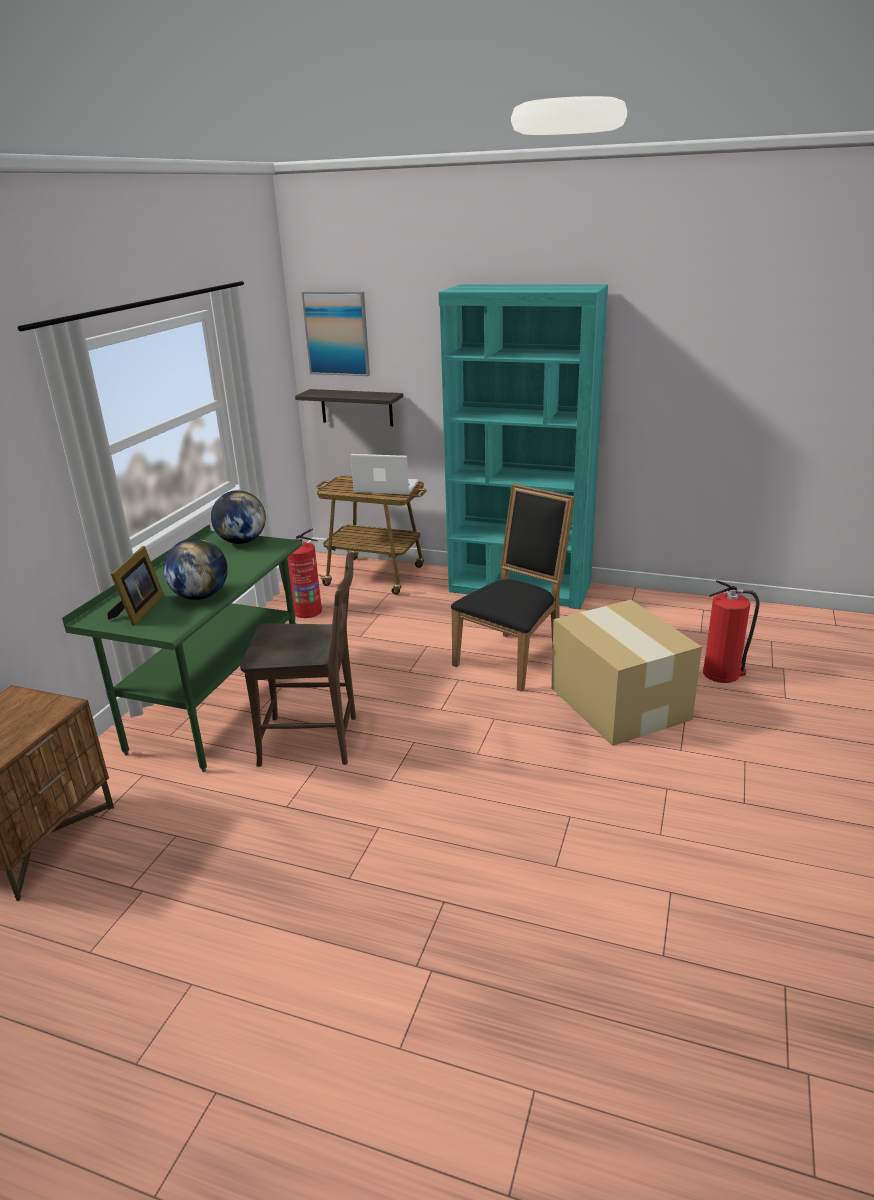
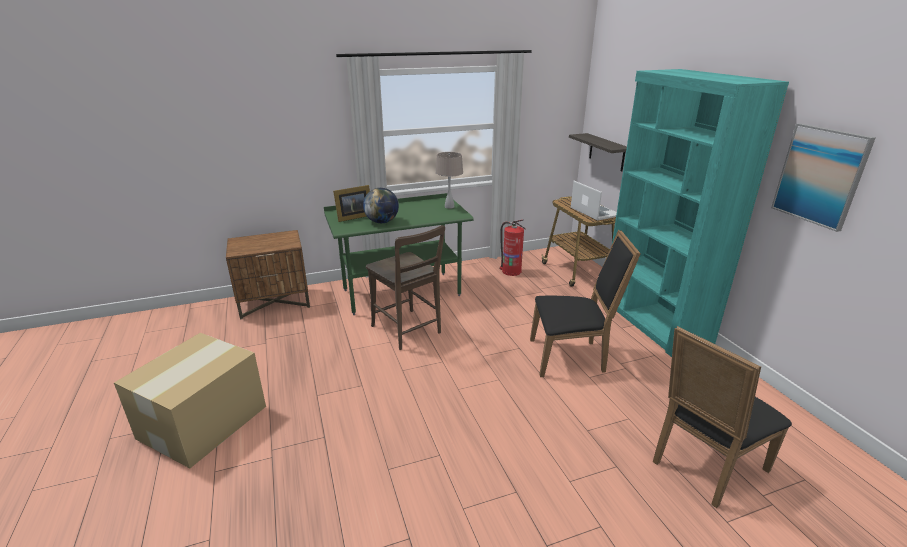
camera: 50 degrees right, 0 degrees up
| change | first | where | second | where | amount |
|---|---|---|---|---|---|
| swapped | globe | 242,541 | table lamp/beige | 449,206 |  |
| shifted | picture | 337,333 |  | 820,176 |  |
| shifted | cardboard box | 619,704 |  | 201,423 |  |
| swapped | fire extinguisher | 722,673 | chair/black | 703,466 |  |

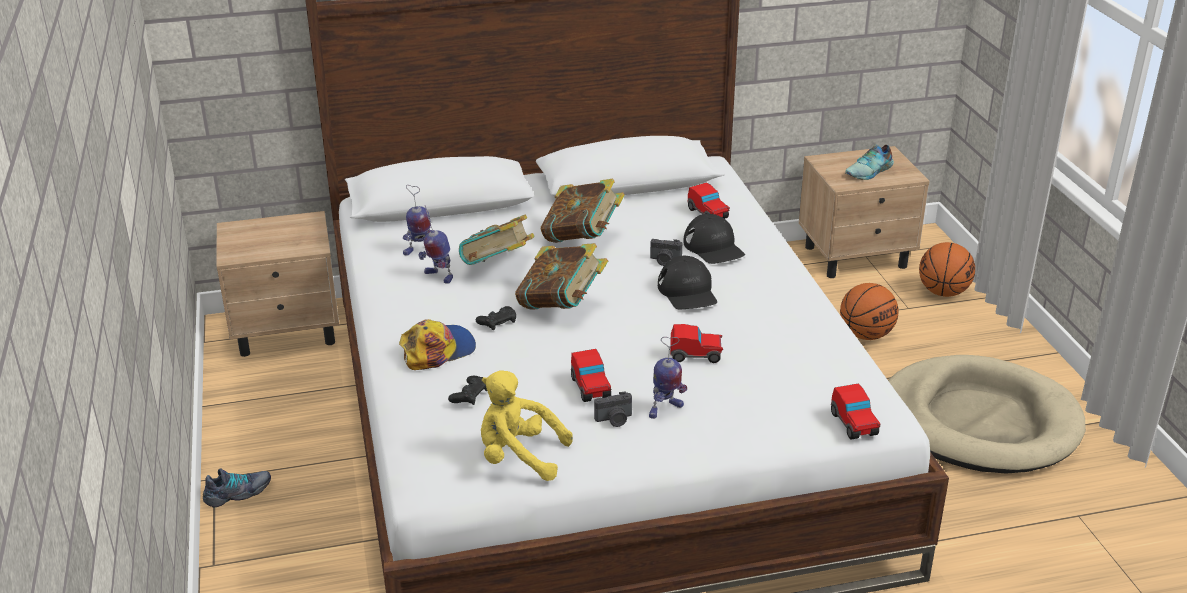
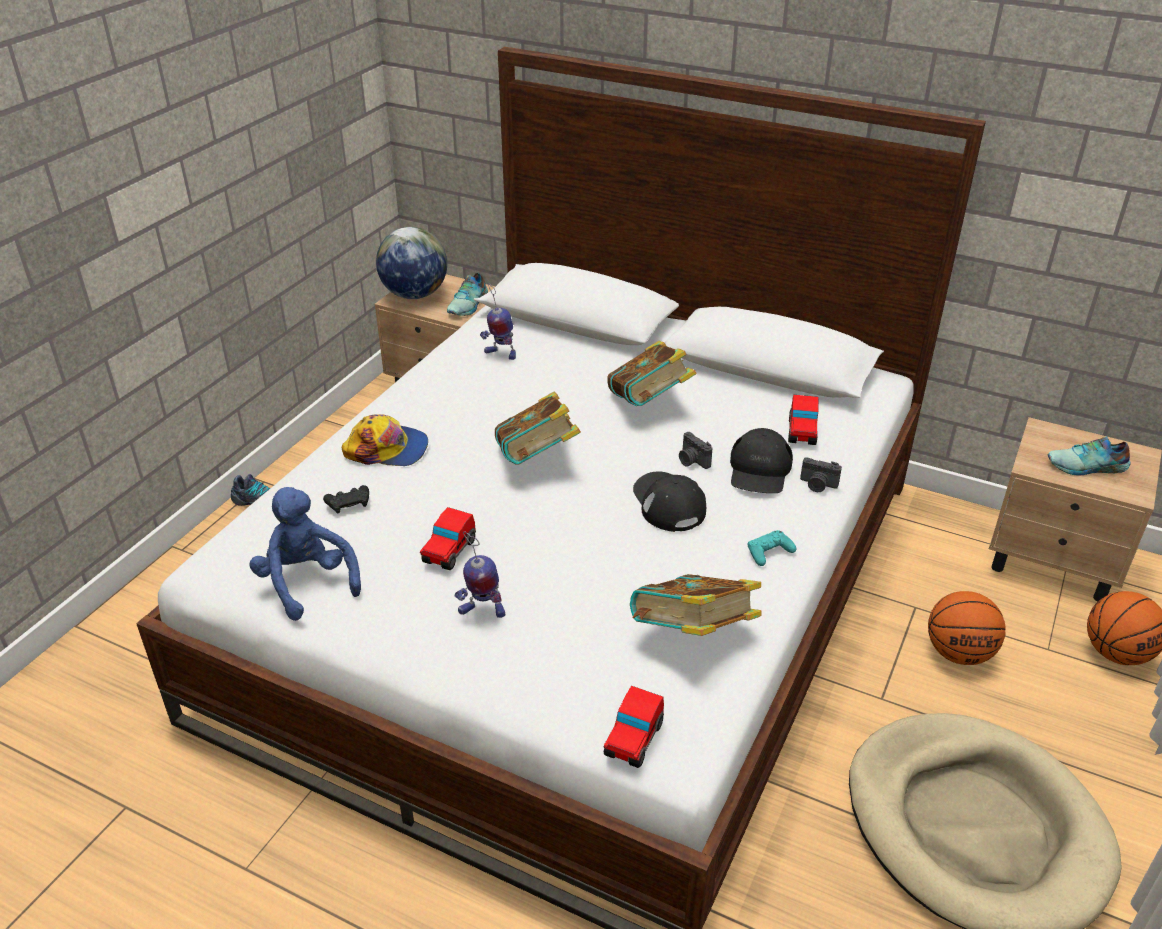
camera: 40 degrees right, 5 degrees up
| change | first | where | second | where | amount |
|---|---|---|---|---|---|
| gone | toy robot | 438,276 |  |  |  |
| shifted | book | 498,268 |  | 692,636 |  |
| gone | game controller/black | 497,322 |  |  |  |
| repainted | plush toy/yellow | 518,457 | plush toy/blue | 307,582 |  |
| shifted | photo camera | 614,420 |  | 817,485 |  |
| rotated | cap/black | 687,292 |  | 668,503 | 135 degrees clockwise |
| gone | toy car | 696,355 |  |  |  |
| new |  |  | globe | 414,294 |  |
| new |  |  | shoe | 469,304 |  |
| new |  |  | game controller/turquoise | 769,552 |  |

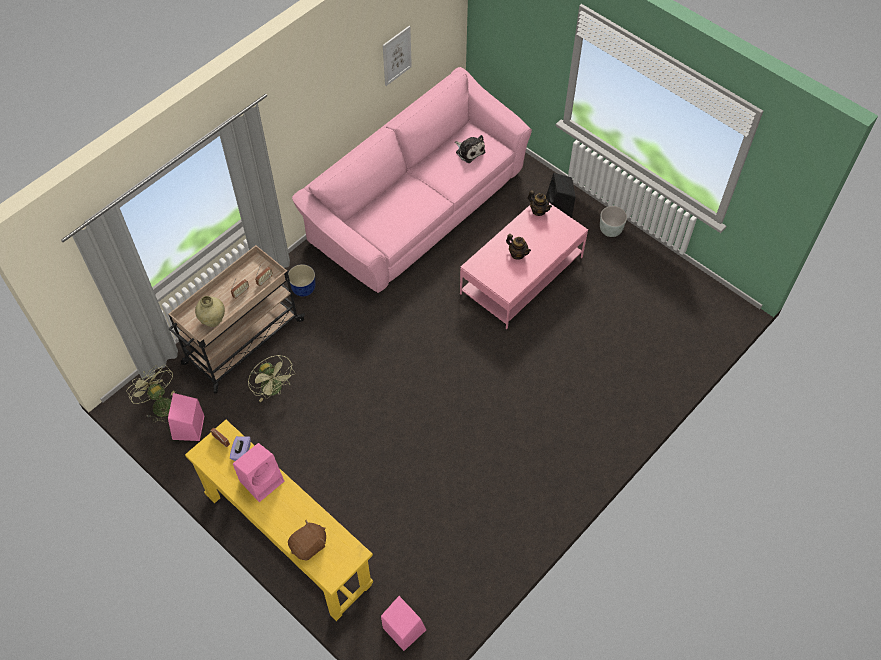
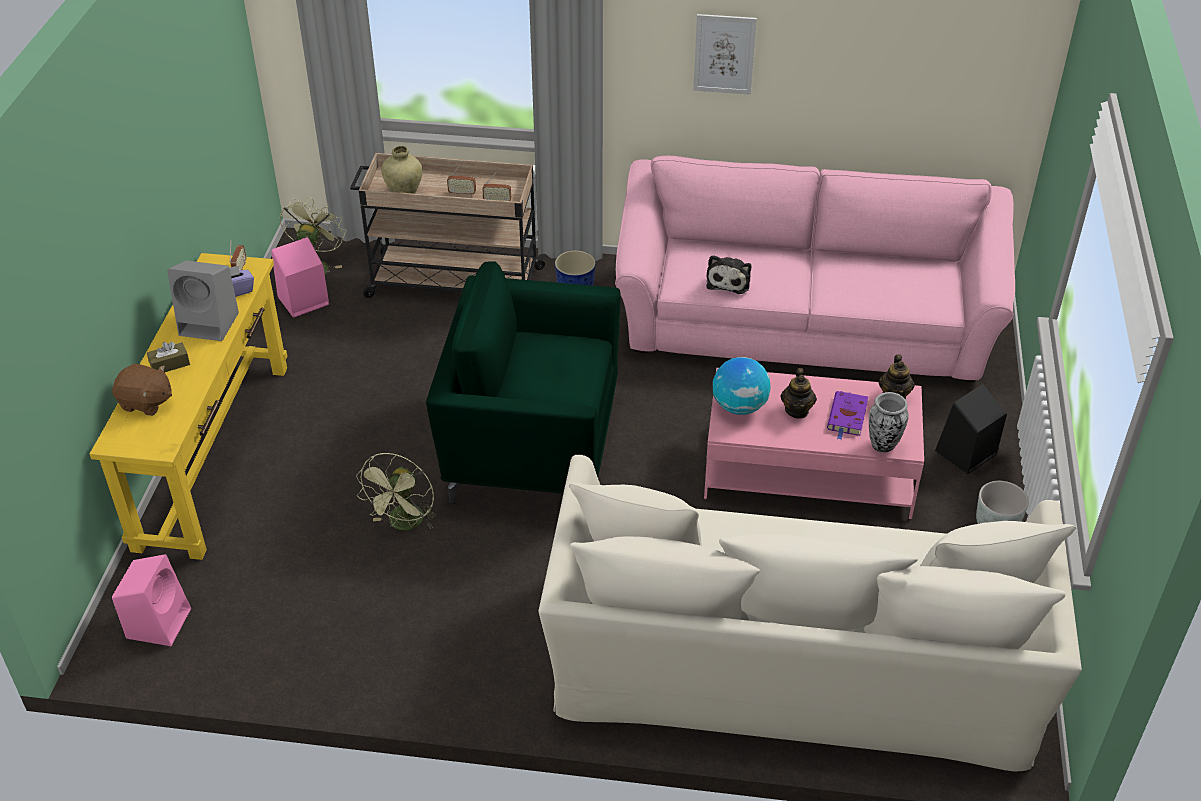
camera: 55 degrees right, 15 degrees down
| change | first | where | second | where | amount |
|---|---|---|---|---|---|
| repainted | speaker/pink | 262,480 | speaker/grey | 210,324 |  |
| shifted | fan/green | 275,389 |  | 404,524 |  |
| shifted | picture | 396,55 |  | 724,54 |  |
| shifted | plush toy | 469,151 |  | 729,281 |  |
| new |  |  | tissue box/brown | 170,364 |  |
| new |  |  | armchair/green | 531,444 |  |
| new |  |  | sofa/beige | 793,655 |  |
| new |  |  | globe | 739,407 |  |
| new |  |  | book/purple | 847,417 |  |
| new |  |  | vase | 883,445 |  |

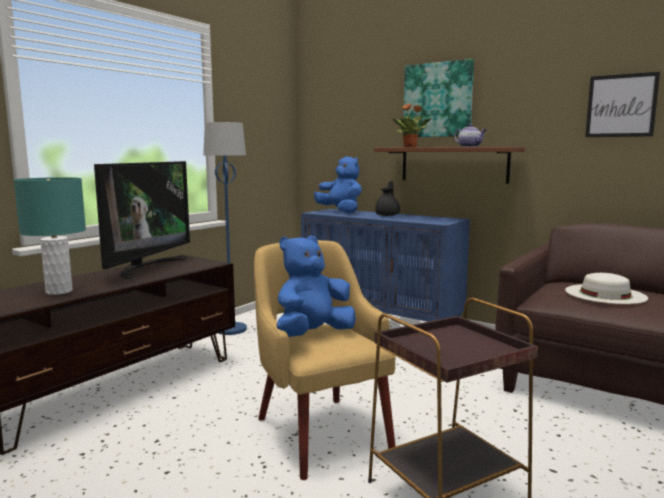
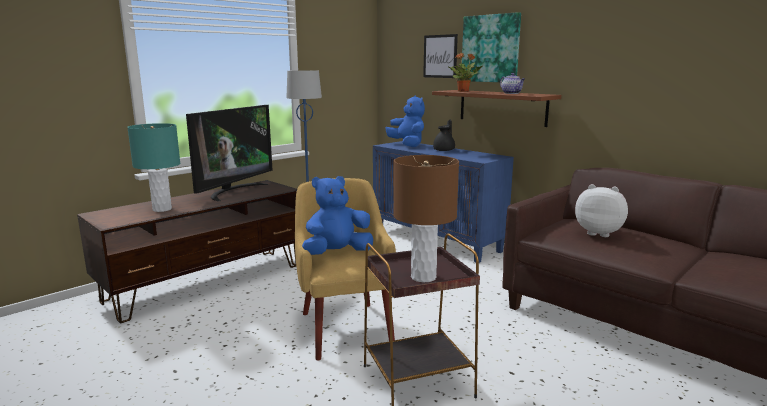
camera: 10 degrees right, 5 degrees up
| change | first | where | second | where | amount |
|---|---|---|---|---|---|
| swapped | hat/white | 605,294 | plush toy | 598,233 |  |
| shifted | picture | 621,106 |  | 440,56 |  |
| new |  |  | table lamp/brown | 423,277 |  |

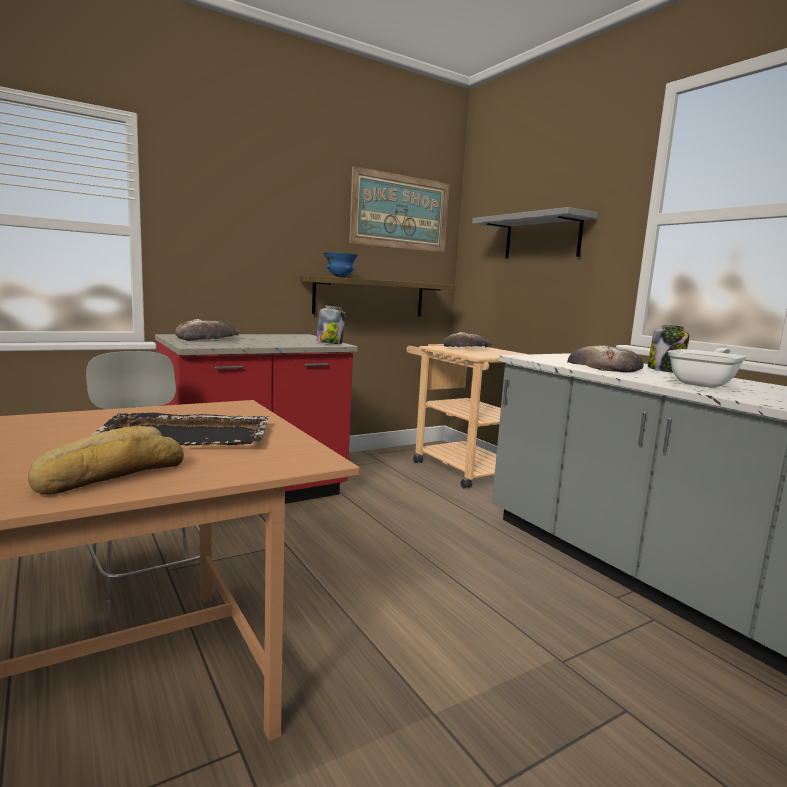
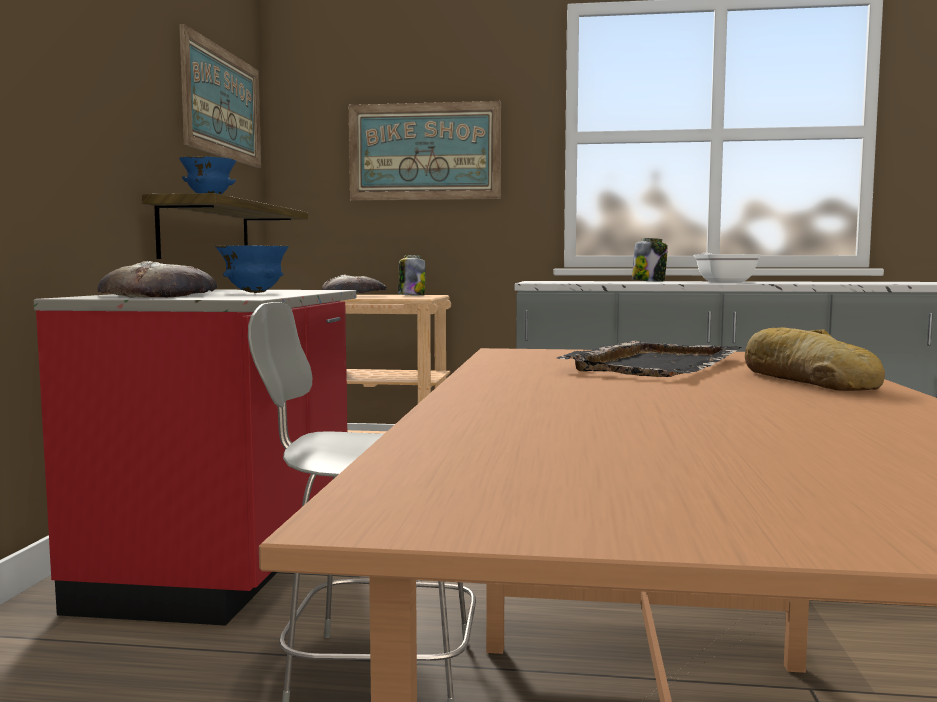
camera: 50 degrees left, 5 degrees down
| change | first | where | second | where | amount |
|---|---|---|---|---|---|
| shifted | jar | 330,343 |  | 411,295 |  |
| swapped | shelf/grey | 542,237 | picture | 424,152 |  |
| gone | bread | 604,366 |  |  |  |
| new |  |  | bowl/blue | 254,293 |  |

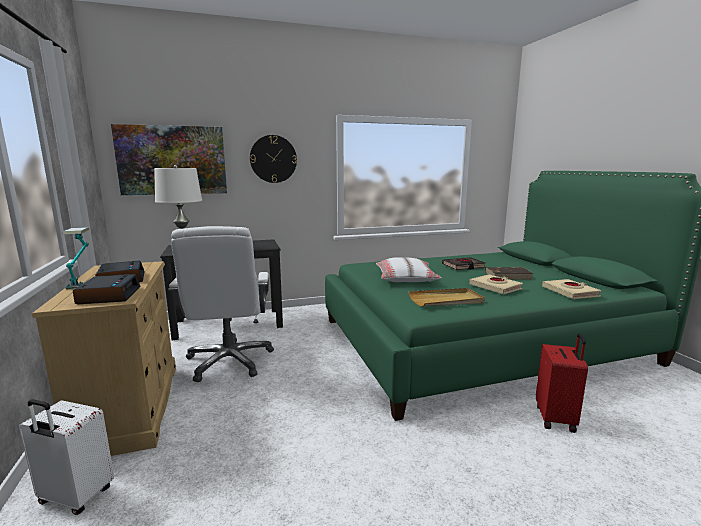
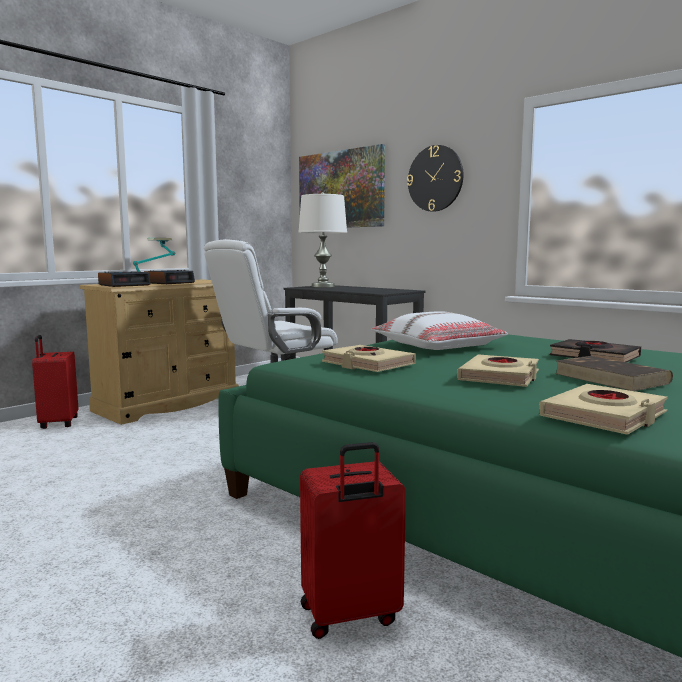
camera: 60 degrees right, 5 degrees down
| change | first | where | second | where | amount |
|---|---|---|---|---|---|
| repainted | suitcase/white | 75,497 | suitcase/red | 57,423 |  |
| swapped | tray/beige | 446,300 | book/beige | 367,364 |  |

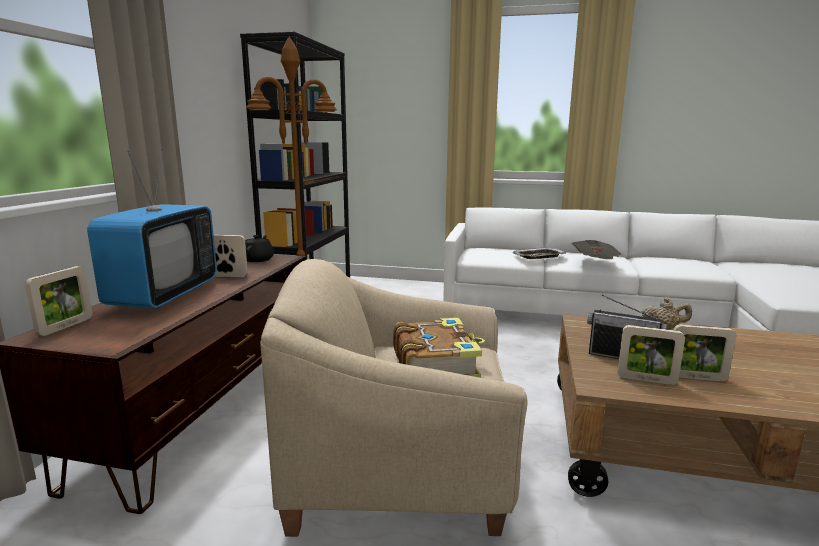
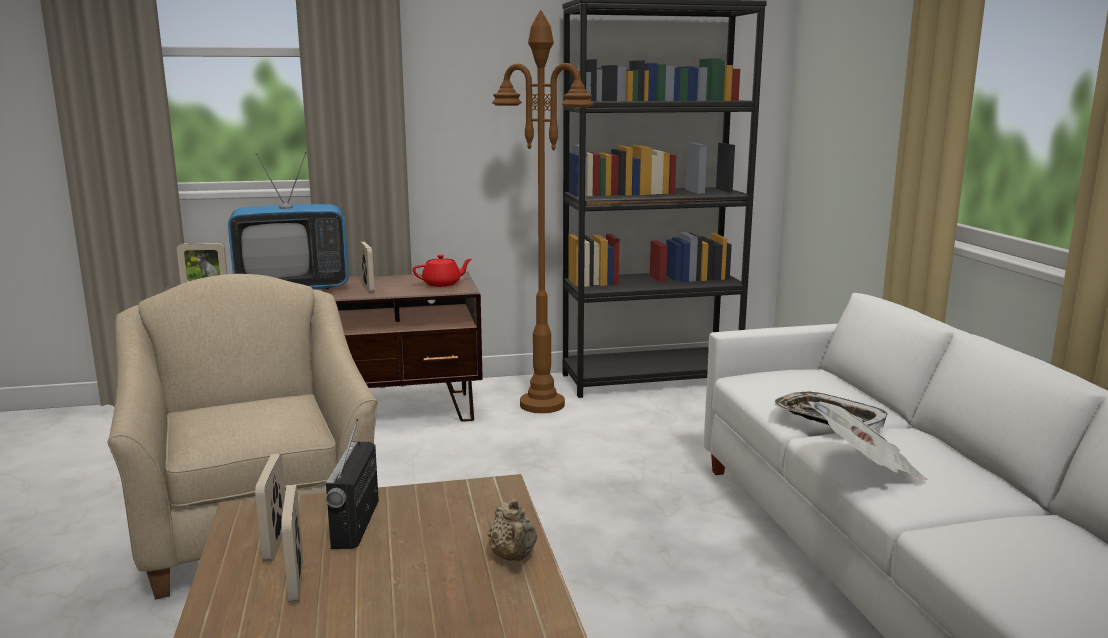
camera: 65 degrees right, 0 degrees up
| change | first | where | second | where | amount |
|---|---|---|---|---|---|
| repainted | teapot/black | 258,259 | teapot/red | 442,284 |  |
| gone | book | 436,363 |  |  |  |

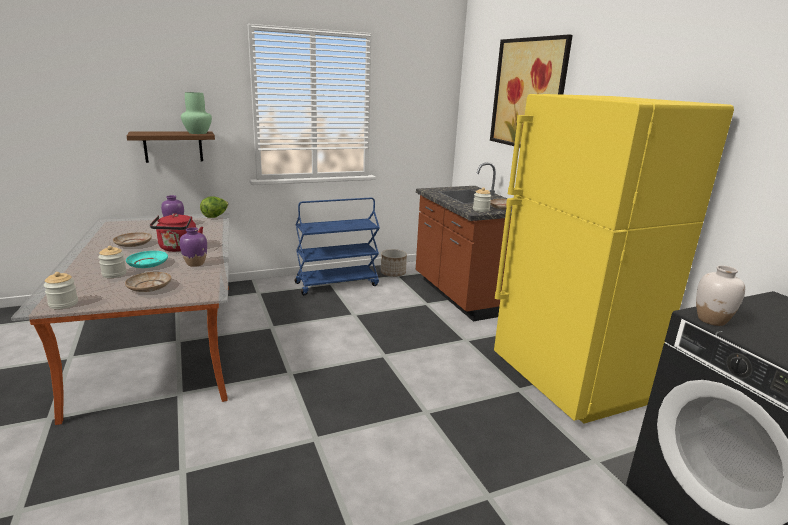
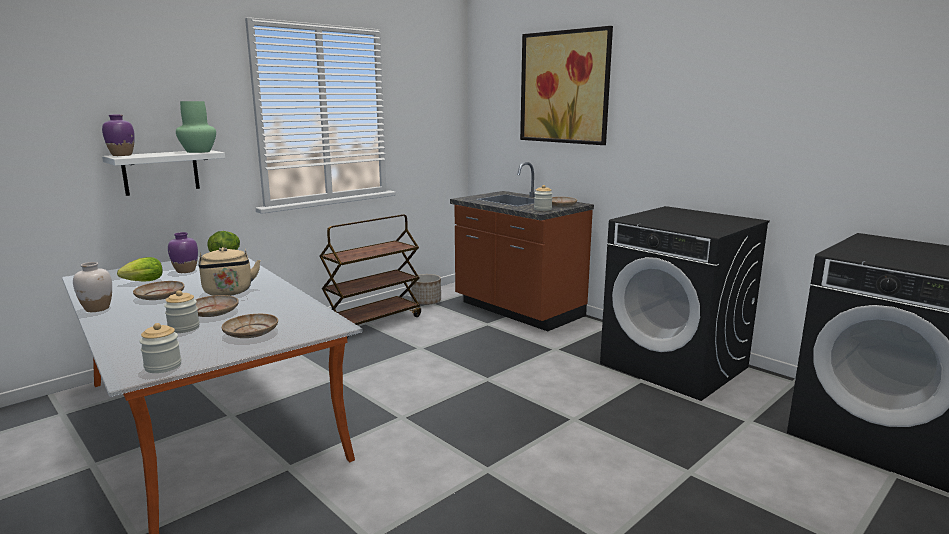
camera: 20 degrees left, 5 degrees down
| change | first | where | second | where | amount |
|---|---|---|---|---|---|
| repainted | plate/turquoise | 148,264 | plate/beige | 213,312 |  |
| repainted | shelf/brown | 173,146 | shelf/white | 161,172 |  |
| repainted | kettle/red | 178,249 | kettle/beige | 228,292 |  |
| shifted | vase/purple | 195,263 |  | 122,155 |  |
| repainted | cart/blue | 337,284 | cart/brown | 373,322 |  |
| swapped | fridge/yellow | 566,382 | washing machine/black | 675,365 |  |
| shifted | vase/white | 711,320 |  | 97,309 |  |
| new |  |  | lettuce | 141,282 |  |

